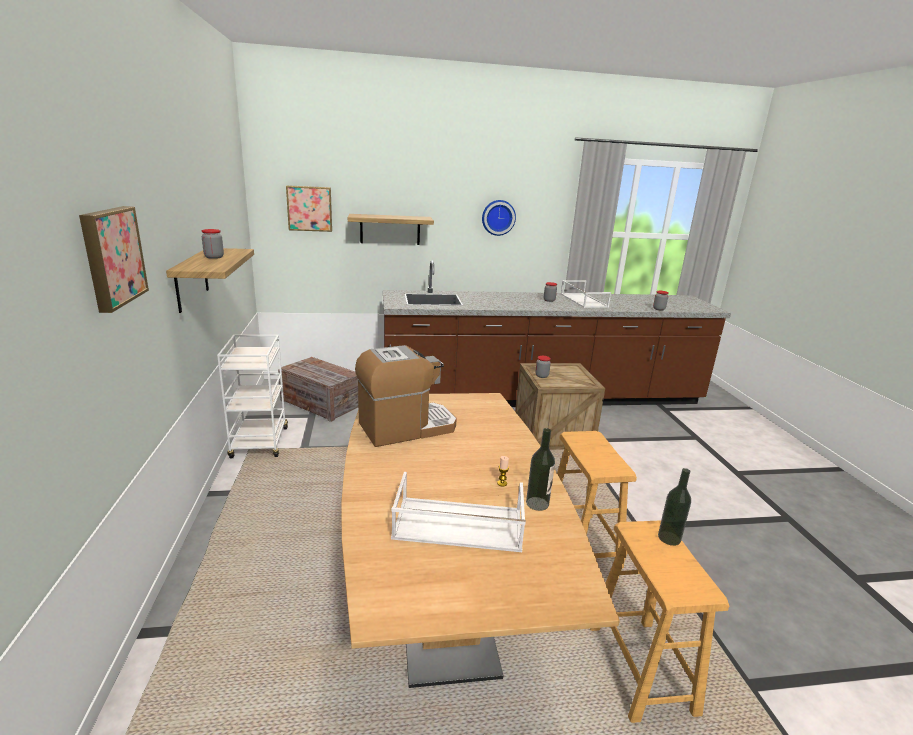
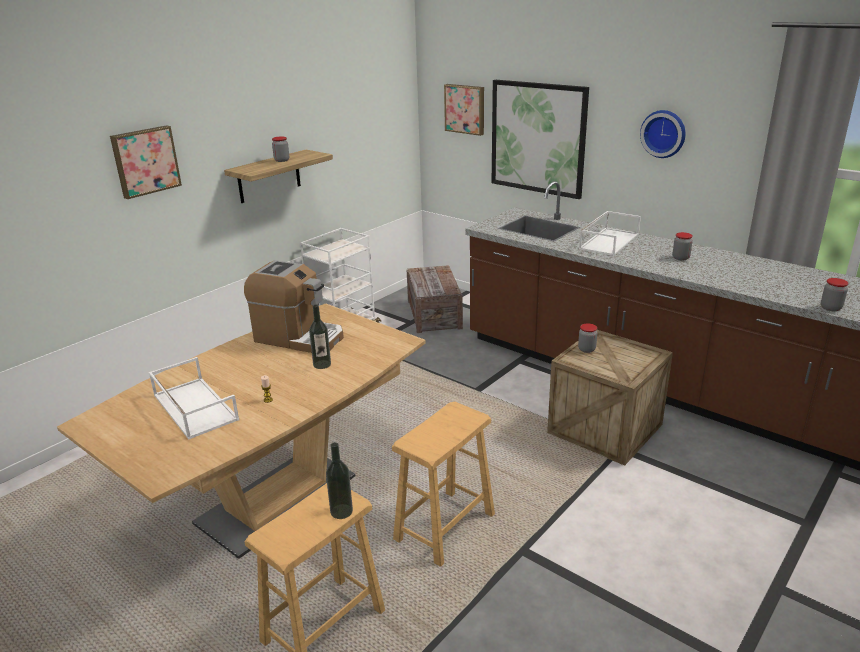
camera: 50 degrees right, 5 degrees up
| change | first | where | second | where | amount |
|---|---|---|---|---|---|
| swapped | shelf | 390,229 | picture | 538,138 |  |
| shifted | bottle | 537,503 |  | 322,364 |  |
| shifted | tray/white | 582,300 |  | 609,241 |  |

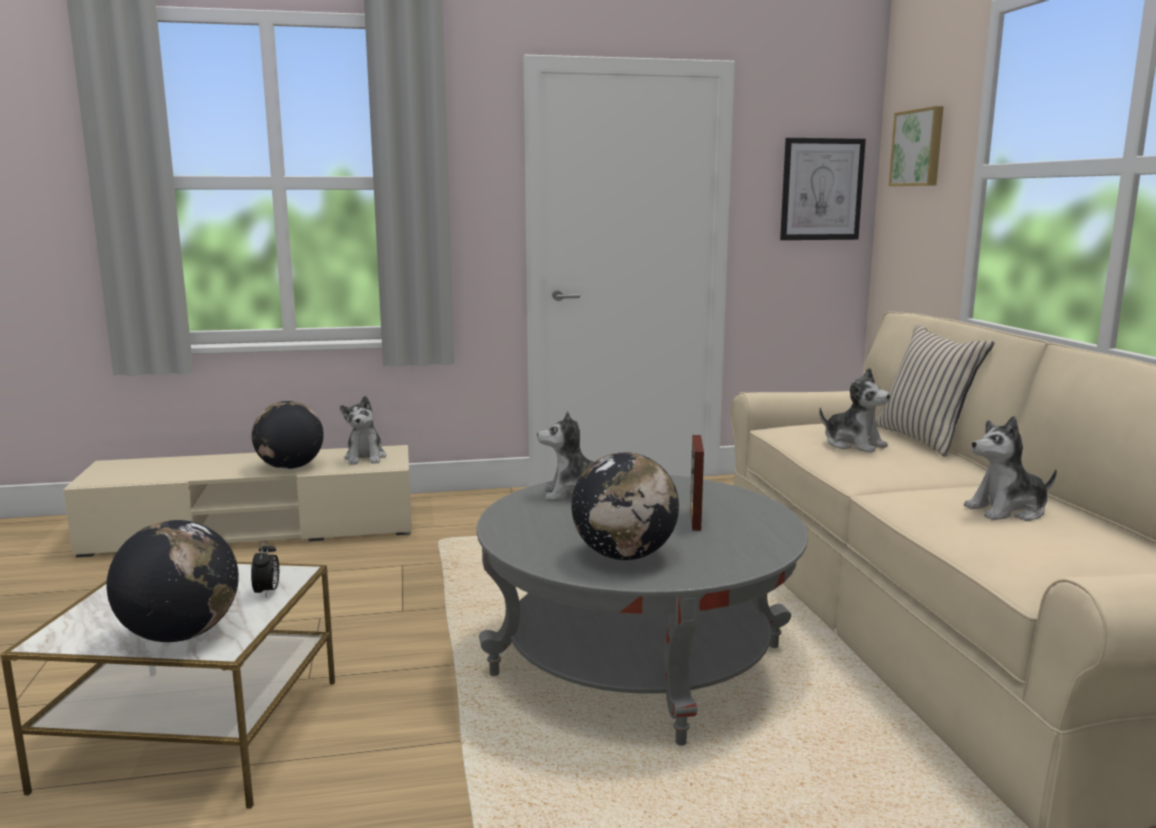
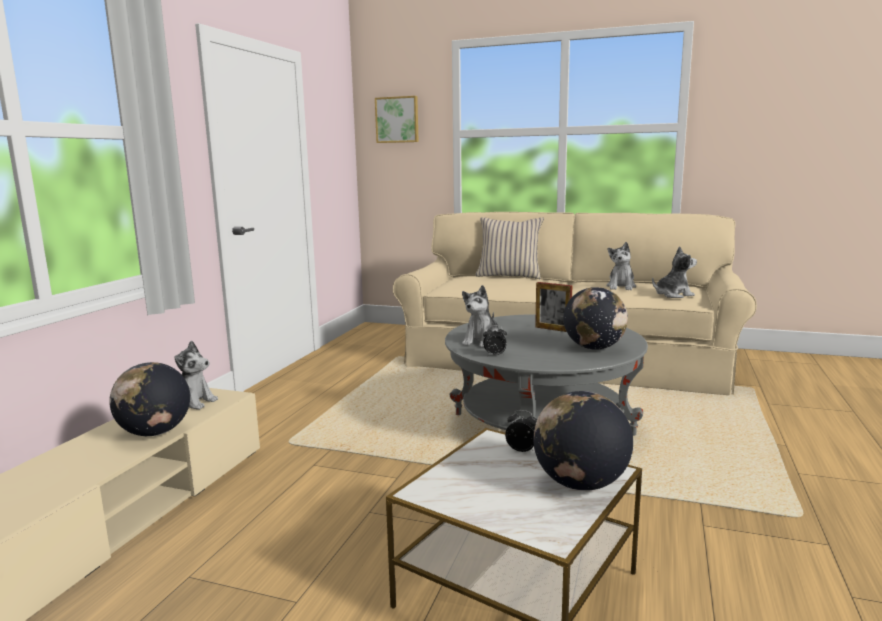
camera: 60 degrees left, 0 degrees up
| change | first | where | second | where | amount |
|---|---|---|---|---|---|
| gone | picture | 821,189 |  |  |  |
| shifted | plush toy | 853,444 |  | 673,295 |  |
| new |  |  | alarm clock | 495,355 |  |

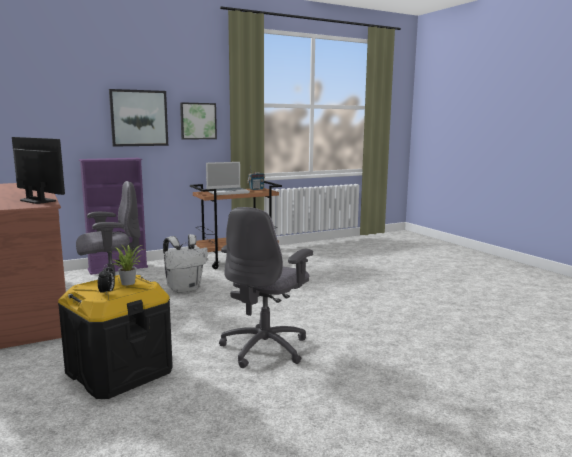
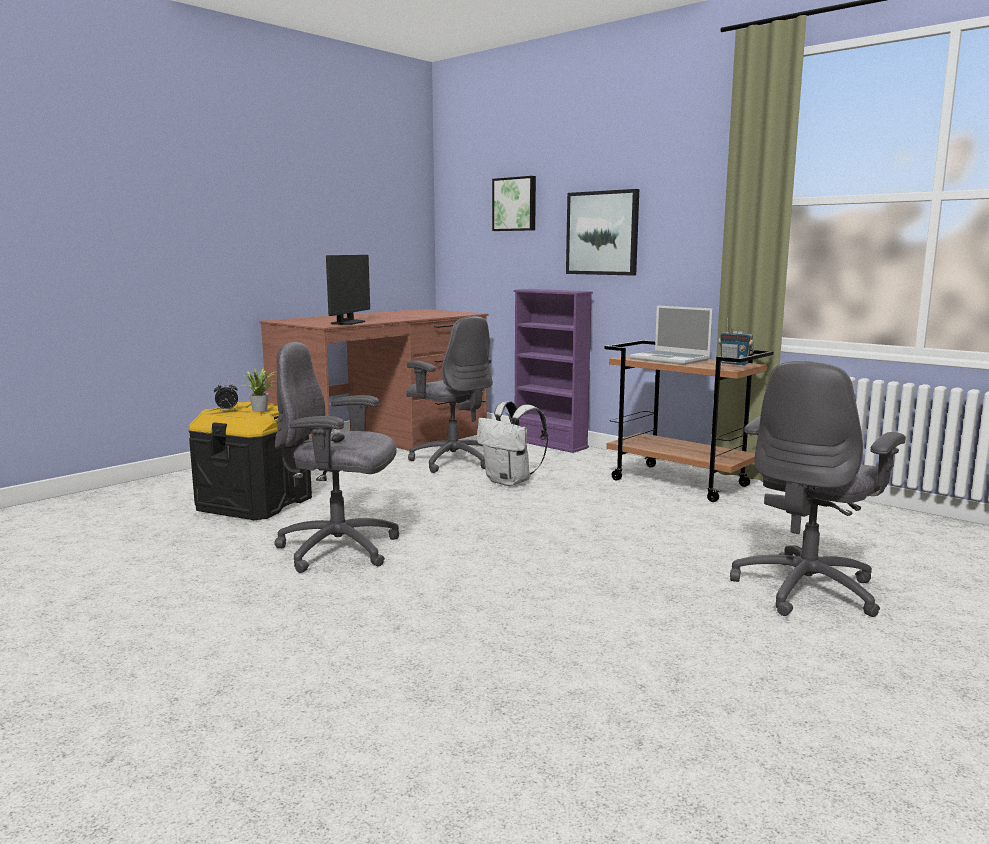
camera: 70 degrees right, 0 degrees up
| change | first | where | second | where | amount |
|---|---|---|---|---|---|
| shifted | picture | 198,121 |  | 515,204 |  |
| new |  |  | office chair/grey | 807,589 |  |

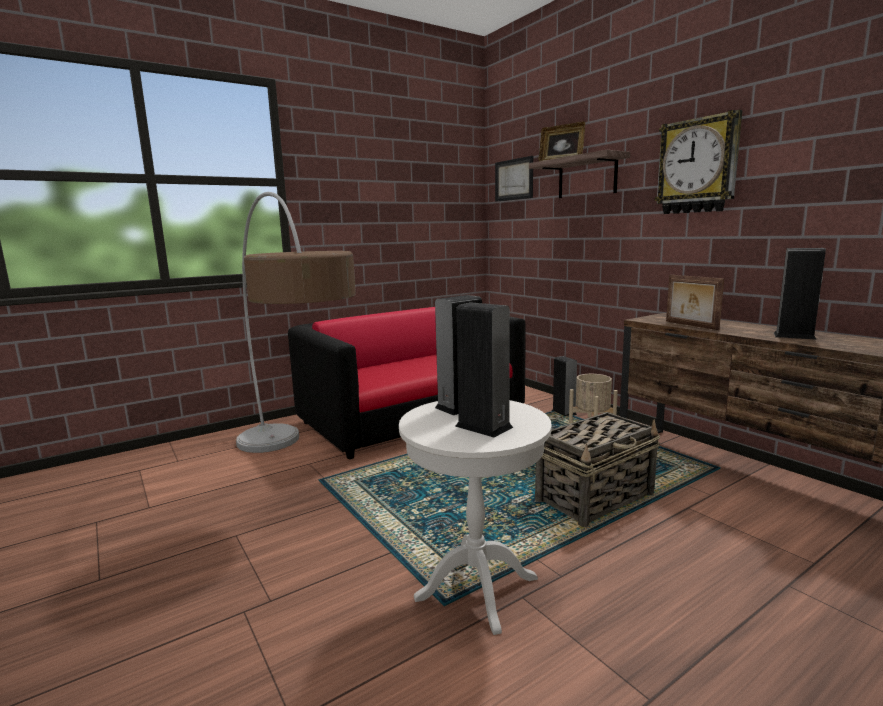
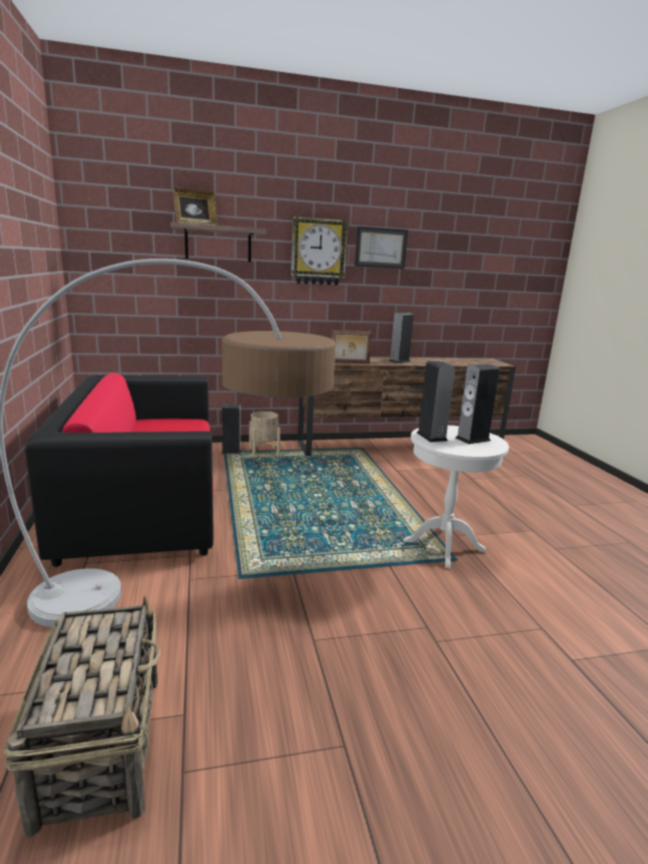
camera: 70 degrees left, 5 degrees up
| change | first | where | second | where | amount |
|---|---|---|---|---|---|
| shifted | picture | 514,179 |  | 380,248 |  |
| shifted | basket | 595,497 |  | 101,744 |  |

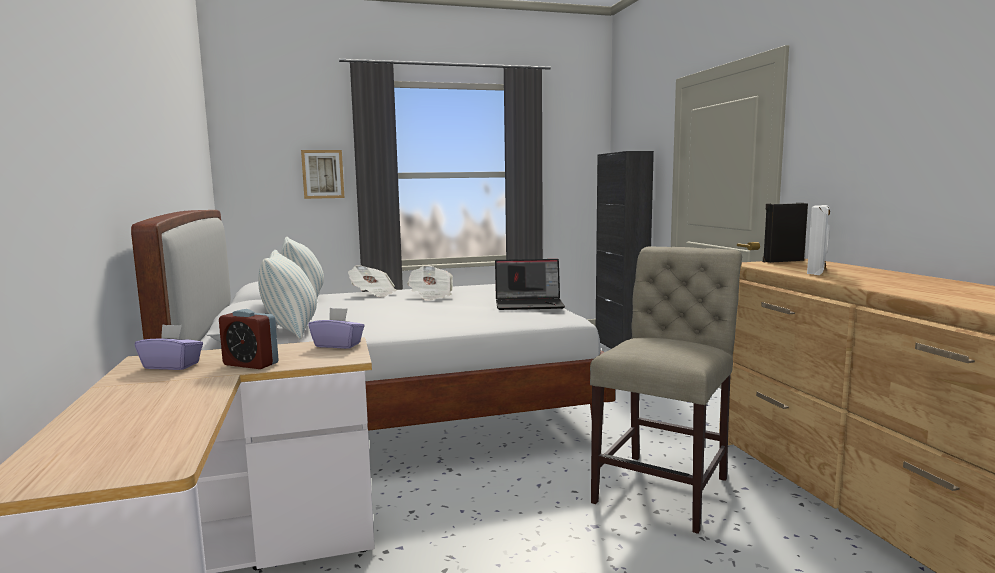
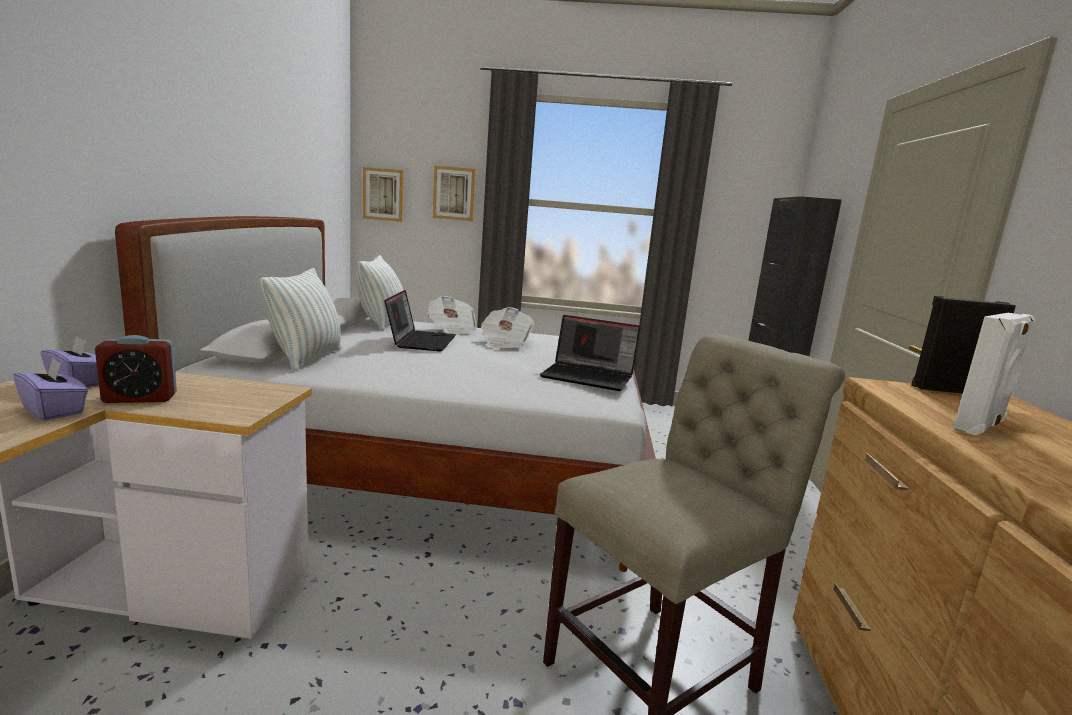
camera: 20 degrees right, 5 degrees up
| change | first | where | second | where | amount |
|---|---|---|---|---|---|
| rotated | alarm clock | 250,364 |  | 140,398 | 60 degrees counterclockwise |
| shifted | tissue box/purple | 338,345 |  | 55,410 |  |
| new |  |  | picture | 383,194 |  |
| new |  |  | laptop | 421,341 |  |

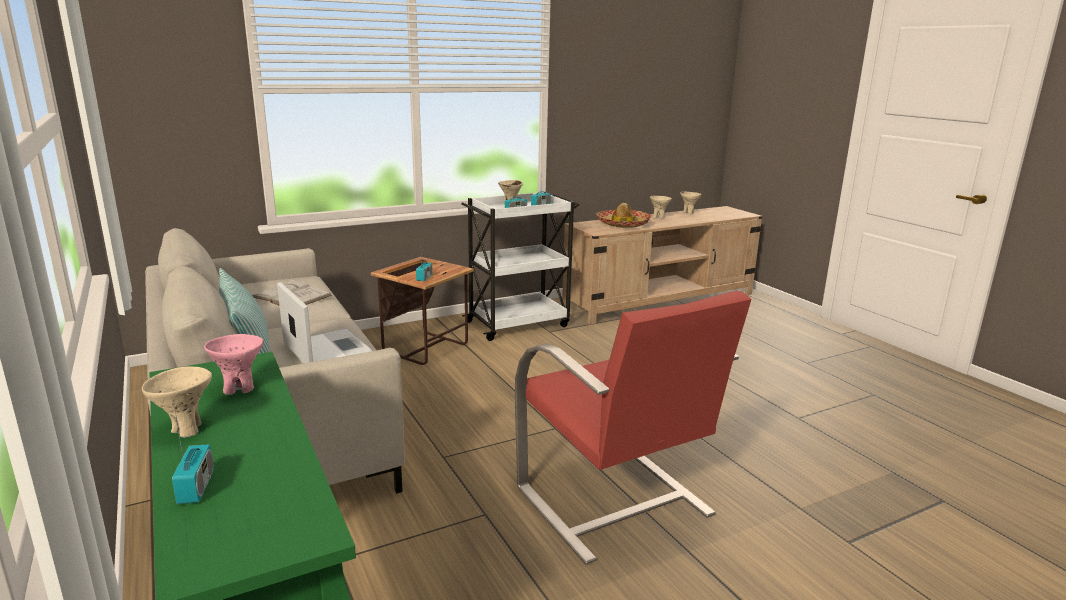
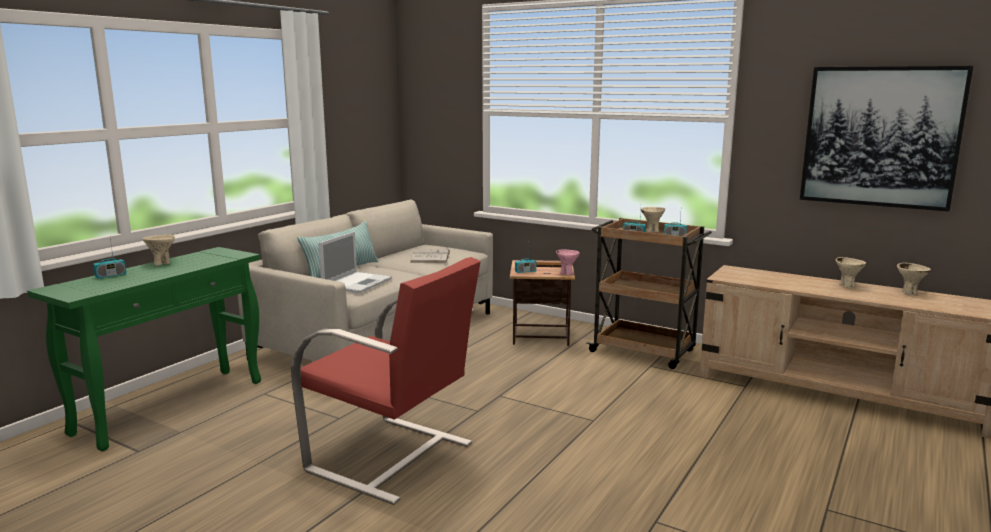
camera: 60 degrees right, 5 degrees down
| change | first | where | second | where | amount |
|---|---|---|---|---|---|
| shifted | bowl/pink | 239,389 |  | 566,273 |  |
| repainted | cart/white | 519,323 | cart/brown | 644,351 |  |
| rotated | armchair/red | 615,502 |  | 392,457 | 90 degrees counterclockwise |
| gone | hat | 623,224 |  |  |  |
| new |  |  | picture | 880,137 |  |

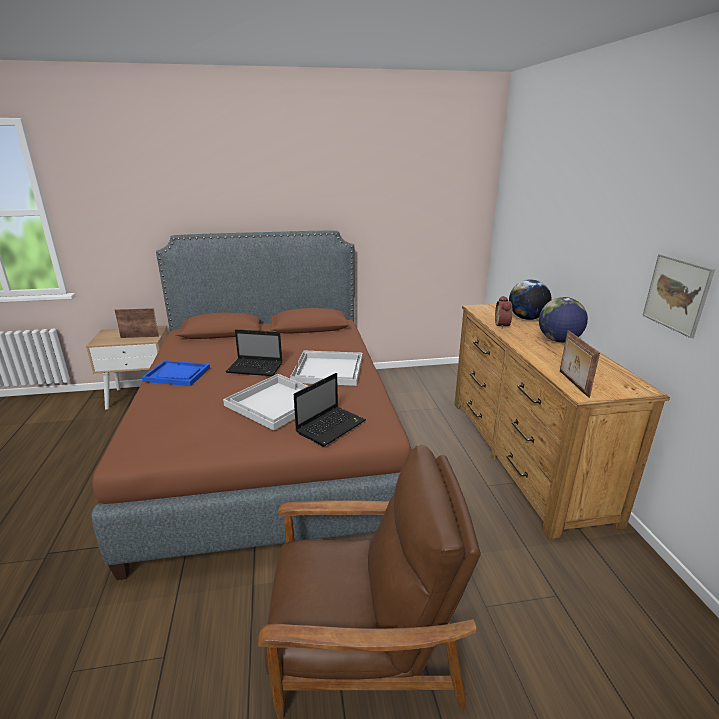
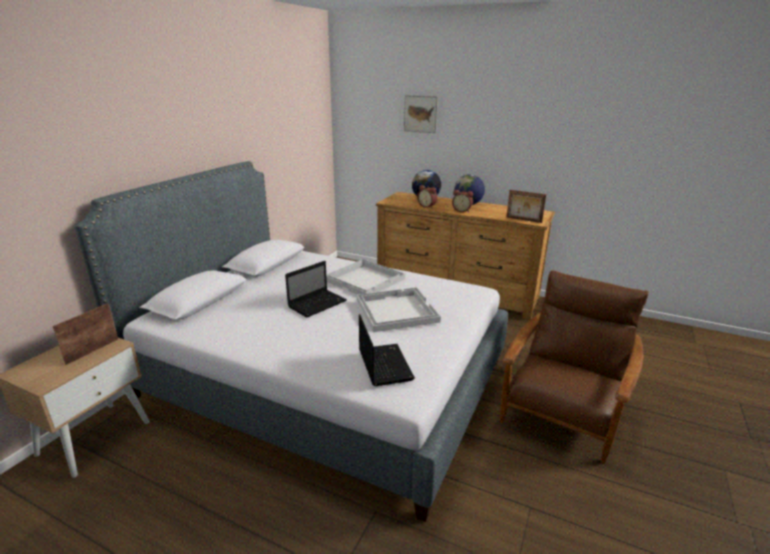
camera: 55 degrees left, 0 degrees up
| change | first | where | second | where | amount |
|---|---|---|---|---|---|
| repainted | bed/brown | 268,444 | bed/grey | 322,379 |  |
| gone | tray/blue | 177,374 |  |  |  |
| shifted | laptop | 331,426 |  | 384,364 |  |
| shifted | picture | 676,294 |  | 420,114 |  |
| new |  |  | alarm clock | 462,210 |  |

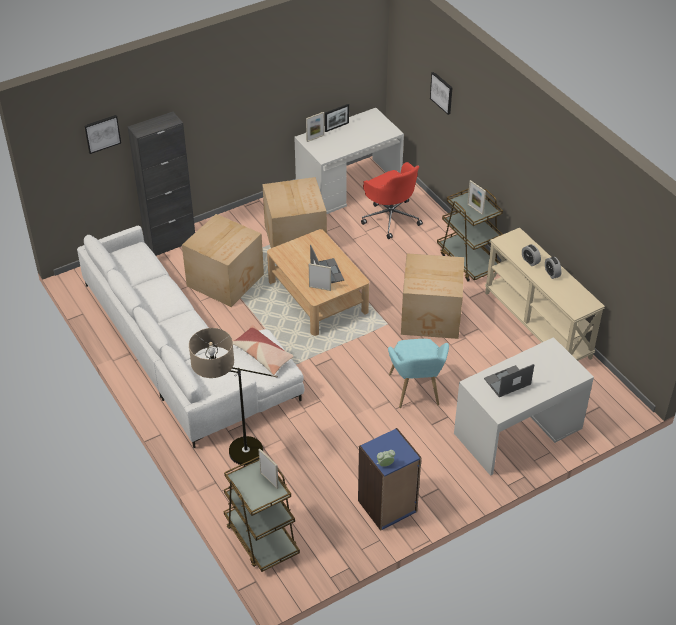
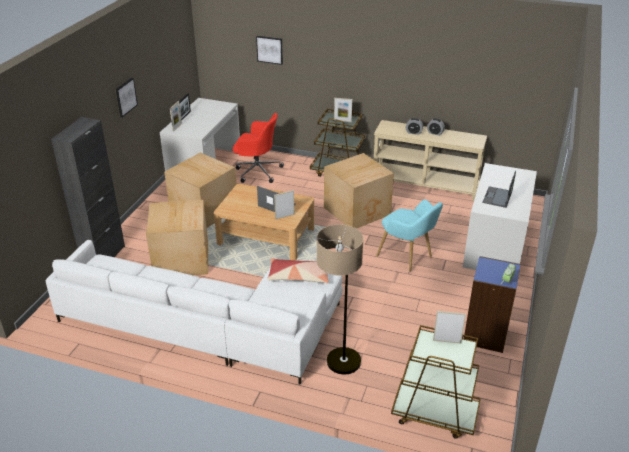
camera: 40 degrees left, 10 degrees down
| change | first | where | second | where | amount |
|---|---|---|---|---|---|
| shifted | picture | 102,133 |  | 125,97 |  |

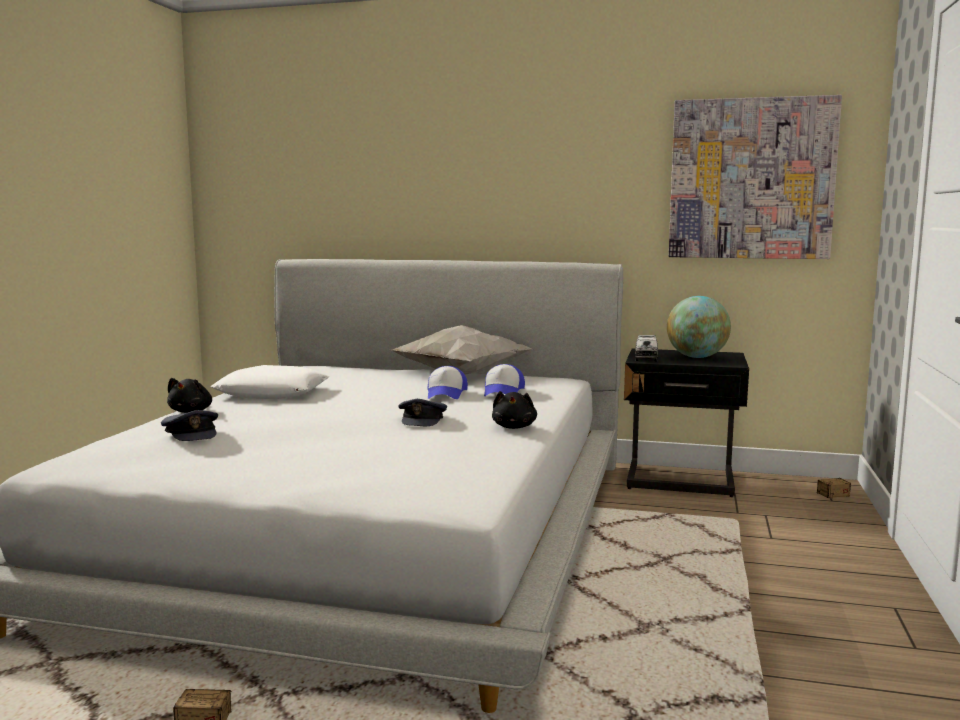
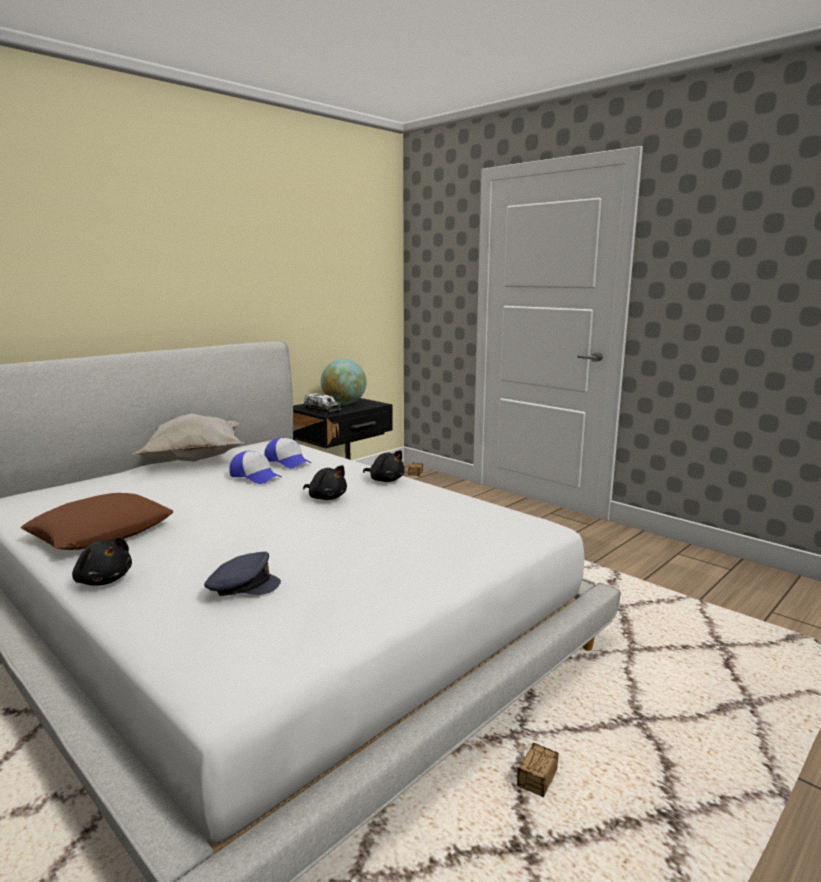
camera: 60 degrees left, 5 degrees up
| change | first | where | second | where | amount |
|---|---|---|---|---|---|
| repainted | pillow/white | 272,393 | pillow/brown | 102,532 |  |
| swapped | cap/grey | 422,420 | plush toy/black | 326,497 |  |
| gone | picture | 751,179 |  |  |  |

